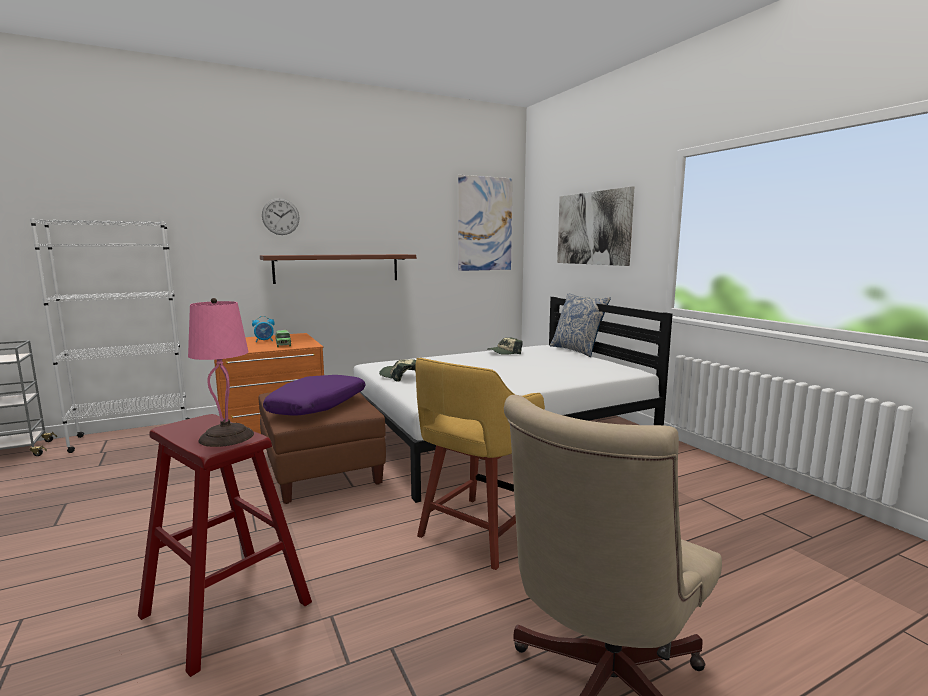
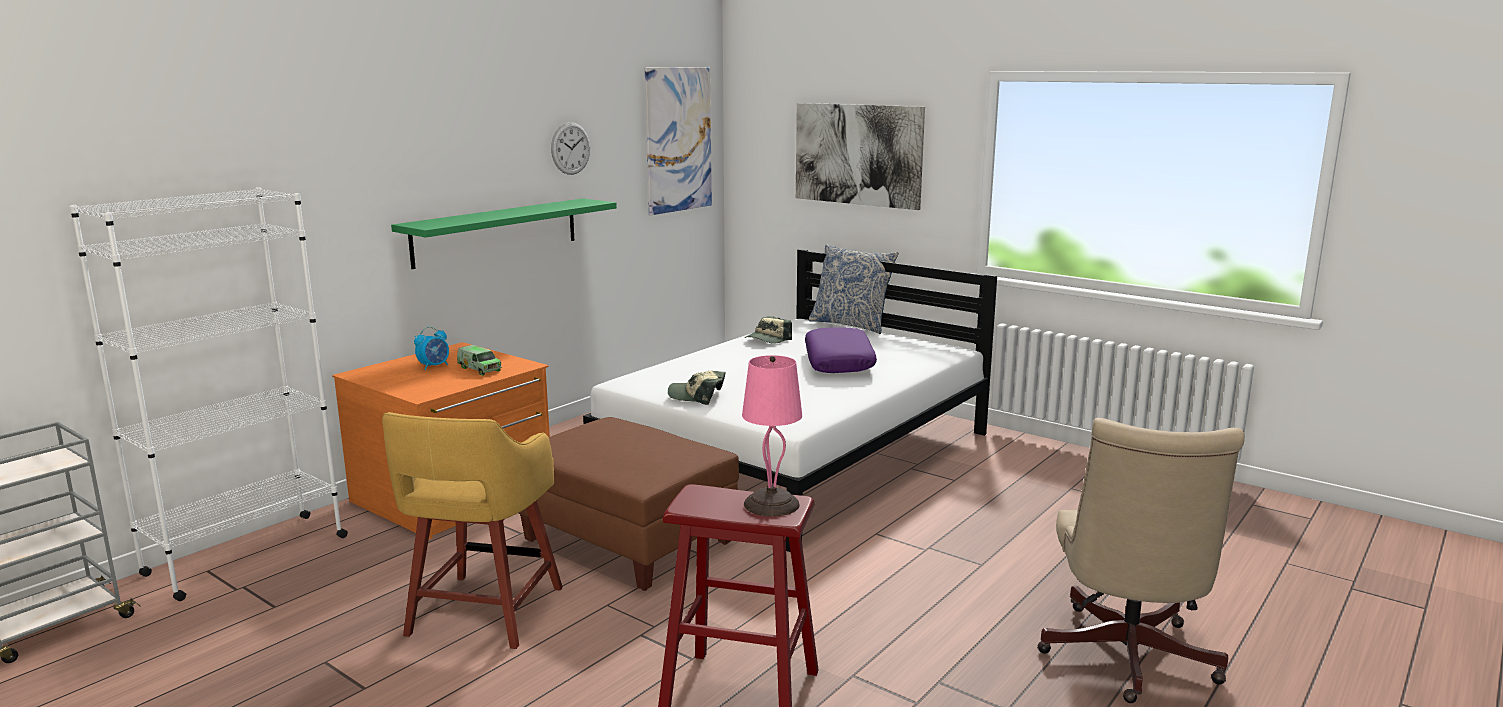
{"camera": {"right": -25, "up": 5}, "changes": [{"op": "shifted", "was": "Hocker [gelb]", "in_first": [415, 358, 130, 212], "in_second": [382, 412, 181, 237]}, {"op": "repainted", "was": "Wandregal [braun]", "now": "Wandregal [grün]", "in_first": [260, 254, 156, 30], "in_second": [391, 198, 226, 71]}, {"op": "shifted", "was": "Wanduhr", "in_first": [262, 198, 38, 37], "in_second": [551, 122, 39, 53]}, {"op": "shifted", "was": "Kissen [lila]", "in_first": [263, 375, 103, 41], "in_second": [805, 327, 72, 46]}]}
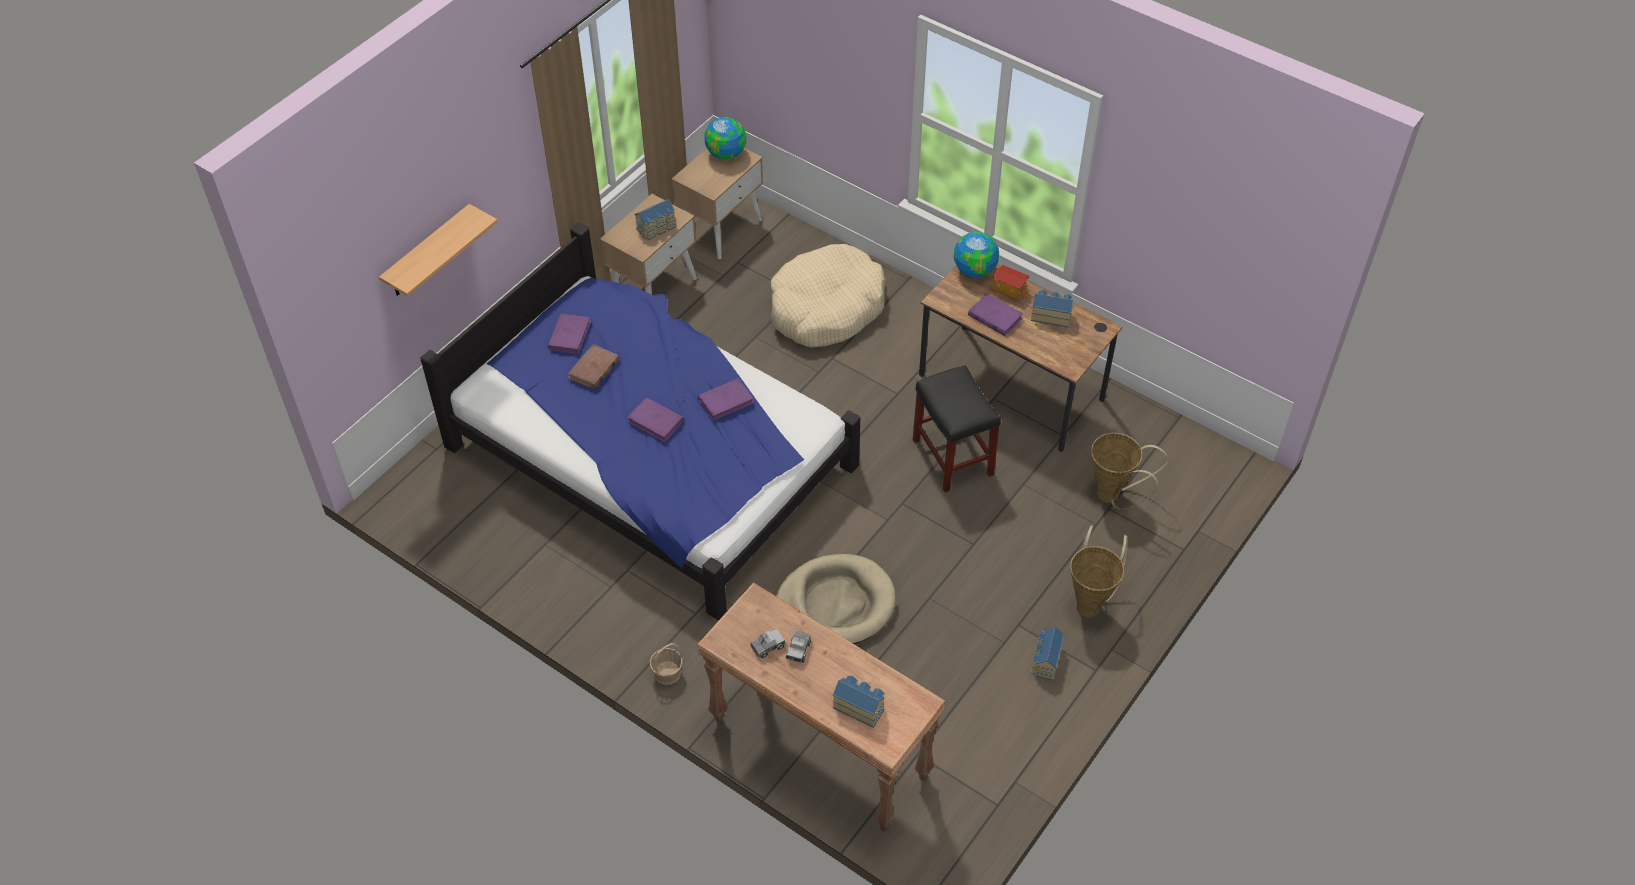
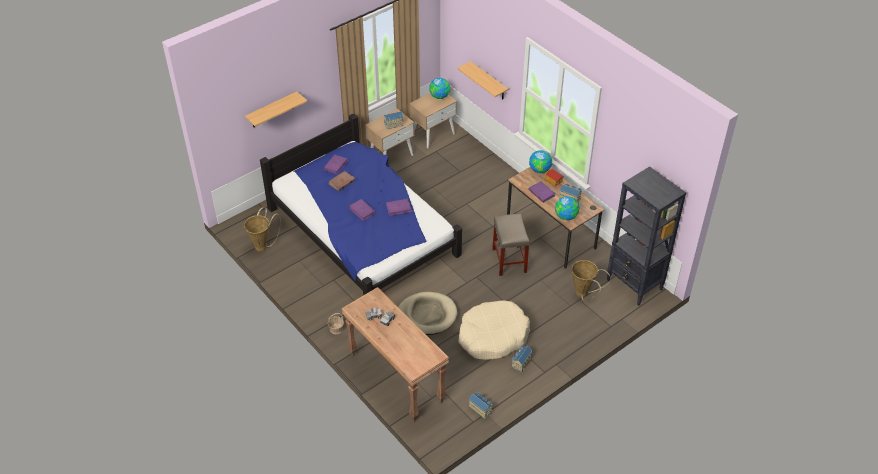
{"camera": {"right": 15, "up": -5}, "changes": [{"op": "shifted", "was": "Korb", "in_first": [1070, 526, 58, 92], "in_second": [244, 207, 37, 45]}, {"op": "new", "now": "Wandregal", "in_second": [457, 61, 51, 38]}, {"op": "shifted", "was": "Hundebett [beige]", "in_first": [771, 244, 114, 104], "in_second": [458, 300, 72, 60]}, {"op": "shifted", "was": "Spielzeughaus", "in_first": [833, 676, 52, 52], "in_second": [469, 393, 24, 26]}, {"op": "repainted", "was": "Hocker [schwarz]", "now": "Hocker [beige]", "in_first": [913, 365, 88, 127], "in_second": [492, 214, 38, 62]}, {"op": "new", "now": "Globus", "in_second": [555, 196, 24, 24]}, {"op": "new", "now": "Bücherregal [schwarz]", "in_second": [607, 166, 79, 140]}]}
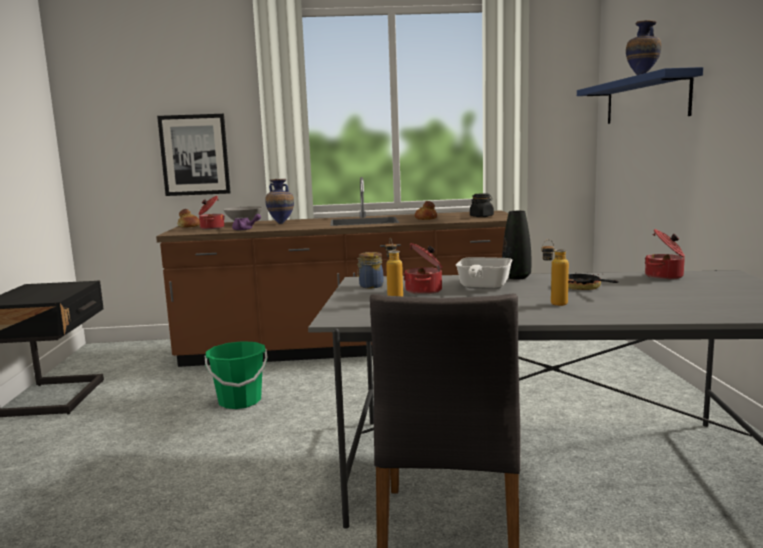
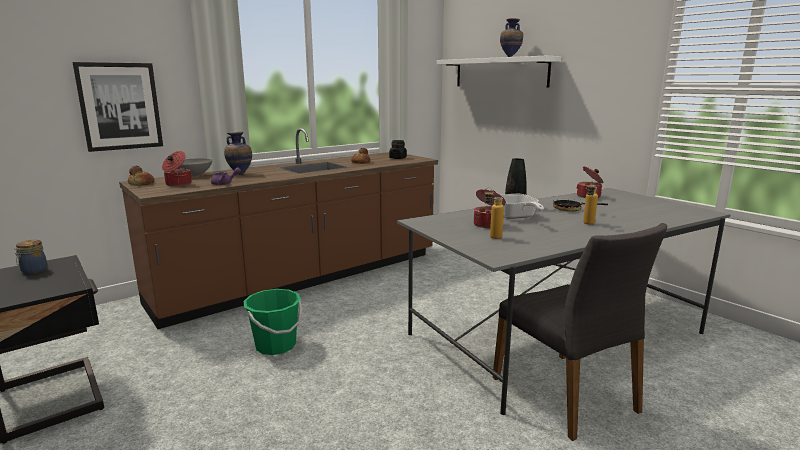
{"camera": {"right": -35, "up": 5}, "changes": [{"op": "shifted", "was": "Vorratsglas", "in_first": [357, 252, 27, 36], "in_second": [14, 240, 33, 34]}, {"op": "repainted", "was": "Wandregal [blau]", "now": "Wandregal [weiß]", "in_first": [577, 67, 126, 57], "in_second": [437, 56, 124, 32]}]}
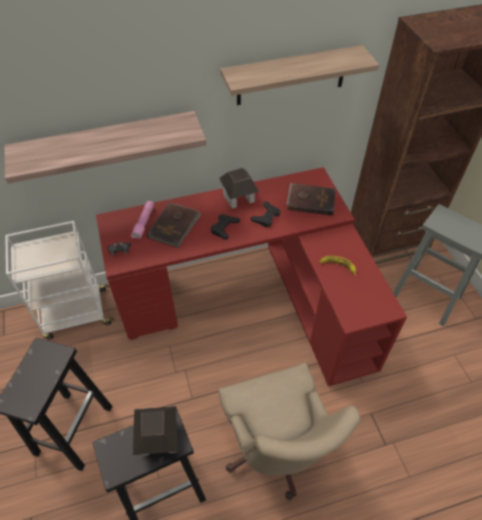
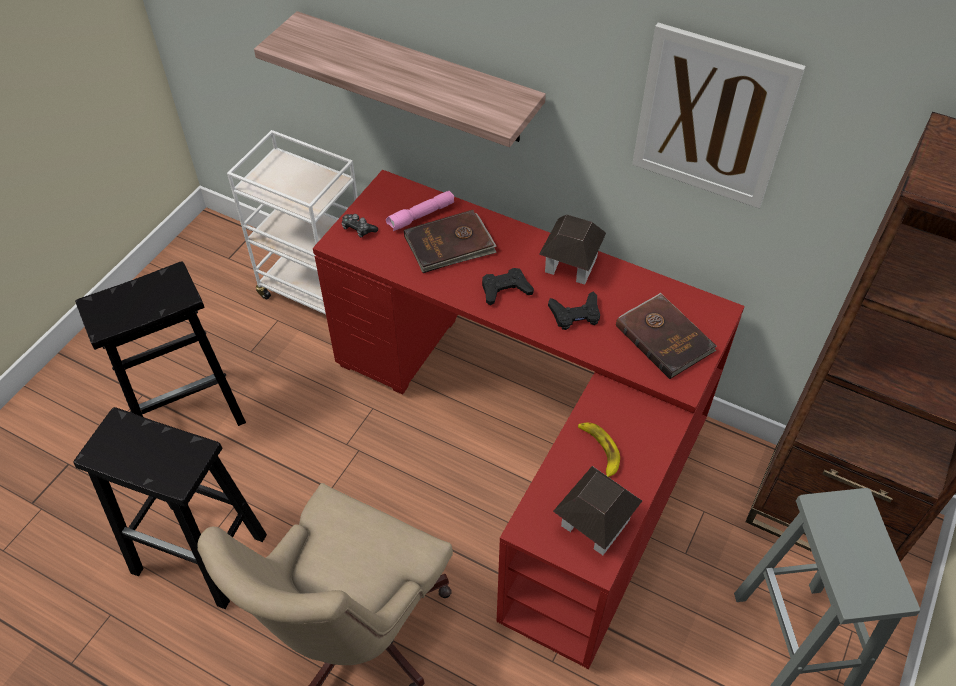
{"camera": {"right": 45, "up": 0}, "changes": [{"op": "shifted", "was": "Spielzeughaus", "in_first": [133, 406, 45, 50], "in_second": [553, 466, 89, 89]}, {"op": "swapped", "was": "Wandregal", "now": "Bild", "in_first": [220, 45, 159, 60], "in_second": [632, 23, 174, 185]}]}
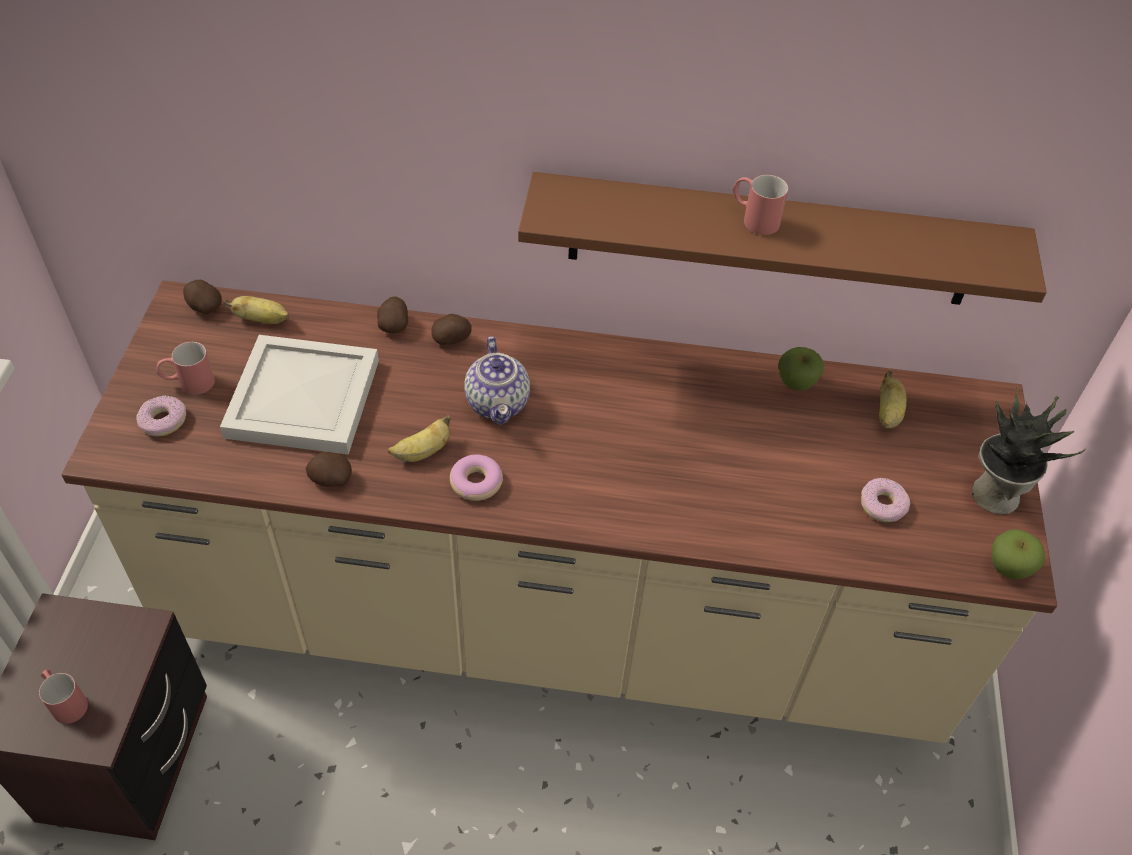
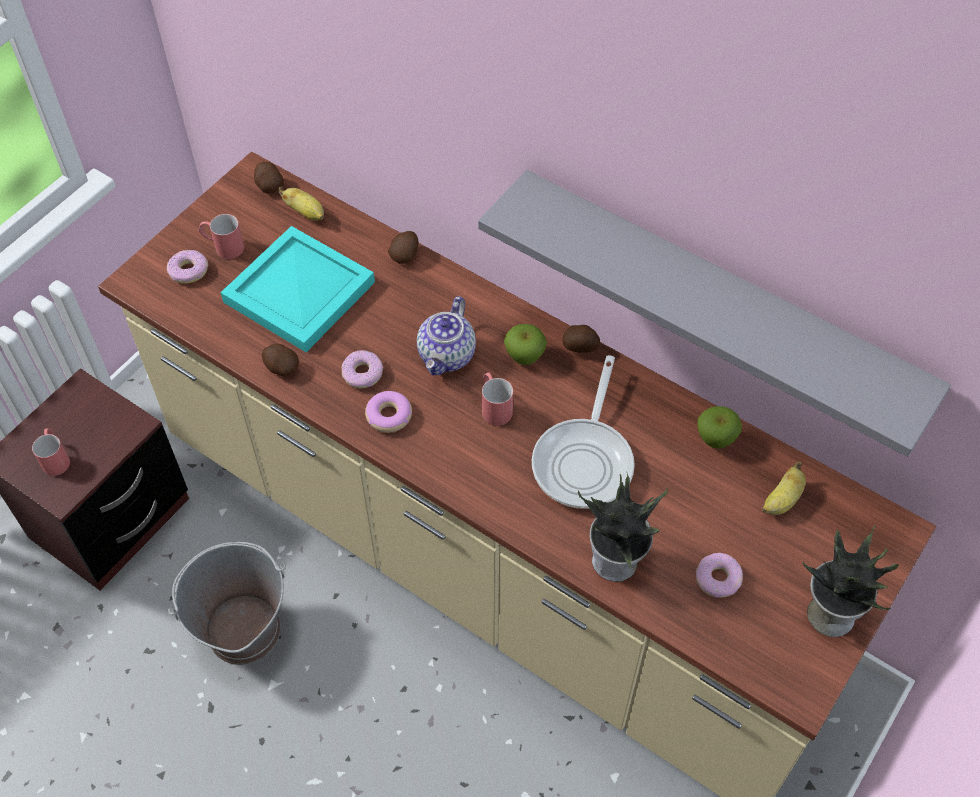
{"camera": {"right": 30, "up": 5}, "changes": [{"op": "new", "now": "Eimer [grau]", "in_second": [168, 542, 118, 123]}, {"op": "repainted", "was": "Tablett [weiß]", "now": "Tablett [türkis]", "in_first": [220, 335, 159, 120], "in_second": [220, 226, 155, 126]}, {"op": "swapped", "was": "Banane", "now": "Donut", "in_first": [387, 415, 64, 47], "in_second": [342, 350, 41, 39]}, {"op": "repainted", "was": "Wandregal [braun]", "now": "Wandregal [grau]", "in_first": [518, 172, 529, 133], "in_second": [478, 170, 473, 287]}, {"op": "shifted", "was": "Henkelbecher [rot]", "in_first": [733, 175, 55, 60], "in_second": [482, 373, 31, 53]}, {"op": "shifted", "was": "Apfel", "in_first": [992, 529, 53, 50], "in_second": [504, 324, 43, 41]}, {"op": "new", "now": "Pfanne", "in_second": [532, 355, 103, 154]}, {"op": "shifted", "was": "Kartoffel", "in_first": [431, 314, 41, 31], "in_second": [562, 325, 38, 28]}, {"op": "new", "now": "Topfpflanze", "in_second": [578, 474, 90, 108]}]}
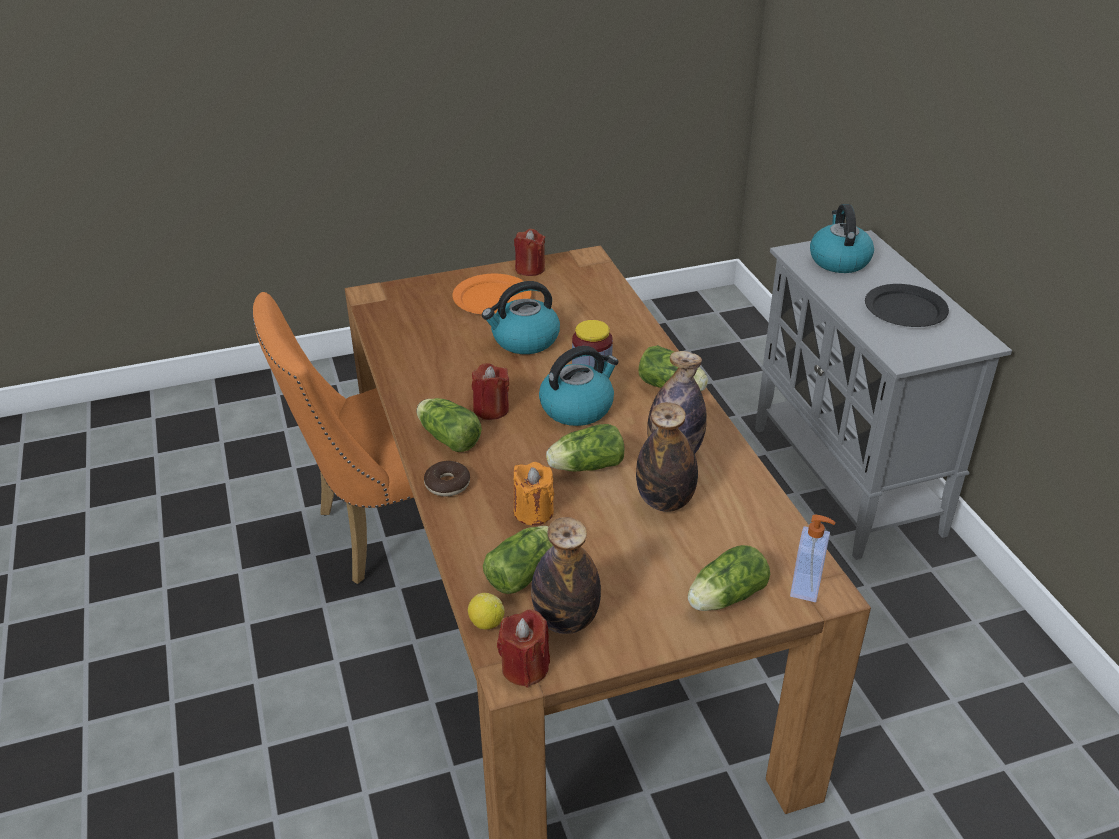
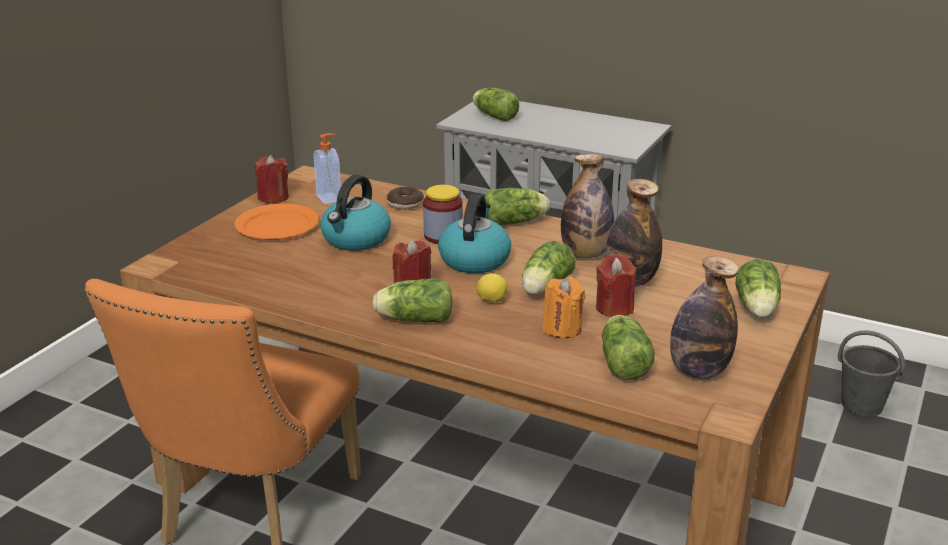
{"camera": {"right": -45, "up": -10}, "changes": [{"op": "shifted", "was": "Seifenspender", "in_first": [790, 515, 45, 87], "in_second": [313, 133, 28, 71]}, {"op": "shifted", "was": "Donut", "in_first": [424, 461, 46, 35], "in_second": [387, 187, 37, 23]}, {"op": "swapped", "was": "Wasserkessel", "now": "Salatkopf", "in_first": [810, 204, 64, 69], "in_second": [473, 88, 46, 33]}, {"op": "shifted", "was": "Zitrone", "in_first": [468, 593, 37, 37], "in_second": [477, 273, 30, 30]}, {"op": "shifted", "was": "Kerze [rot]", "in_first": [497, 609, 53, 78], "in_second": [596, 254, 40, 63]}, {"op": "new", "now": "Eimer [grau]", "in_second": [838, 330, 67, 87]}, {"op": "gone", "was": "Teller [schwarz]", "in_first": [865, 284, 84, 43]}]}
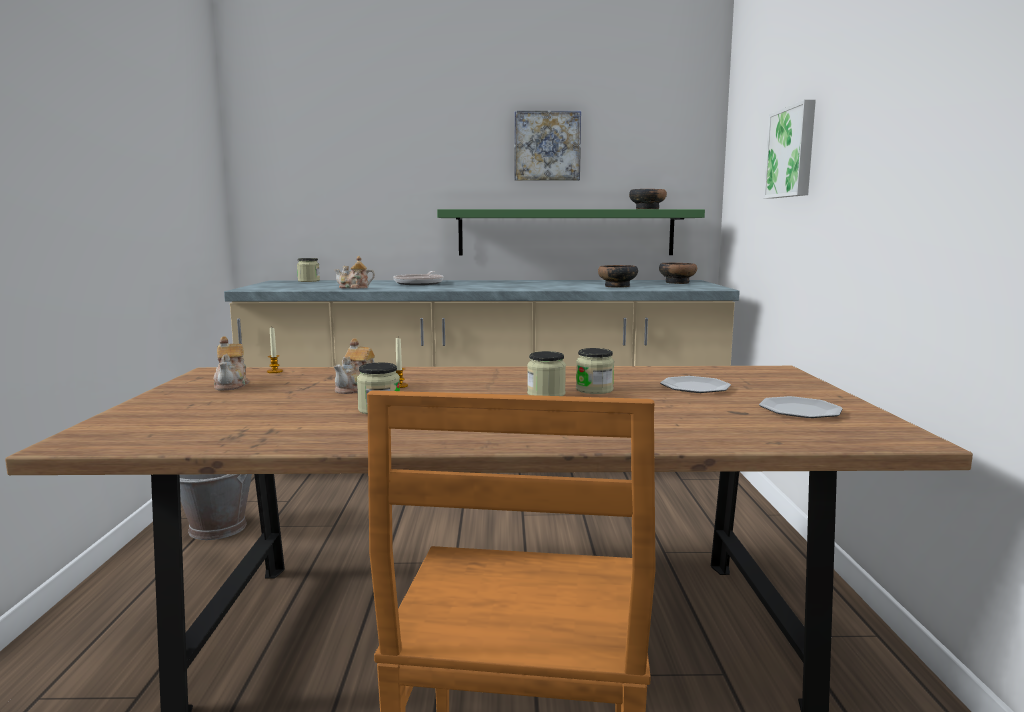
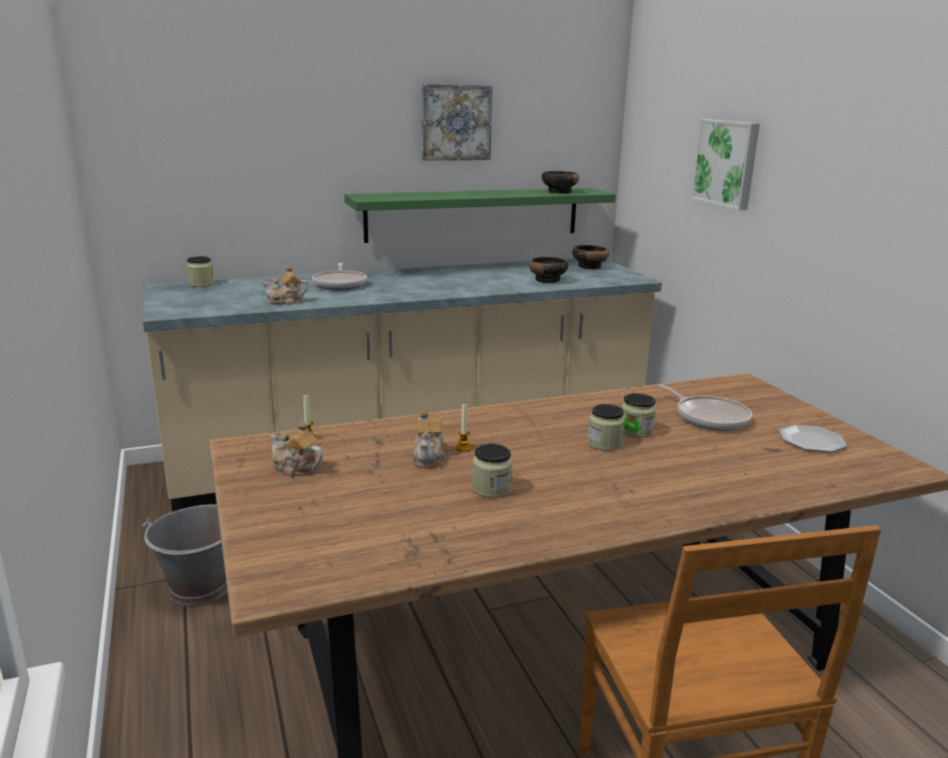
{"camera": {"right": -20, "up": 10}, "changes": [{"op": "rotated", "was": "Teekanne", "in_first": [213, 336, 36, 54], "in_second": [269, 421, 54, 56], "clockwise": 150}, {"op": "swapped", "was": "Teller", "now": "Pfanne", "in_first": [660, 376, 71, 17], "in_second": [658, 384, 94, 46]}]}
